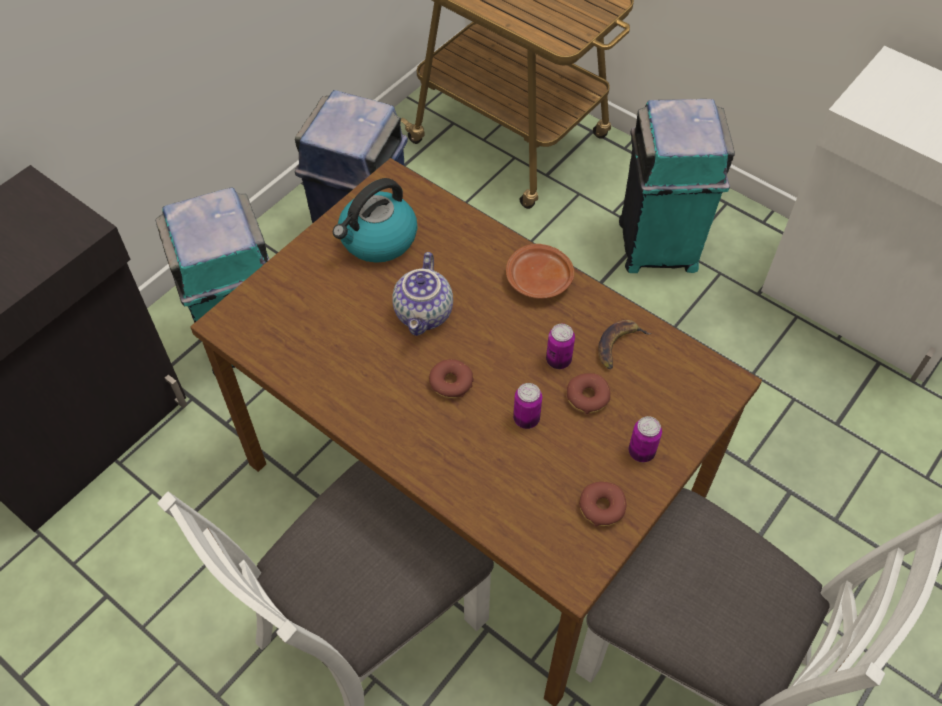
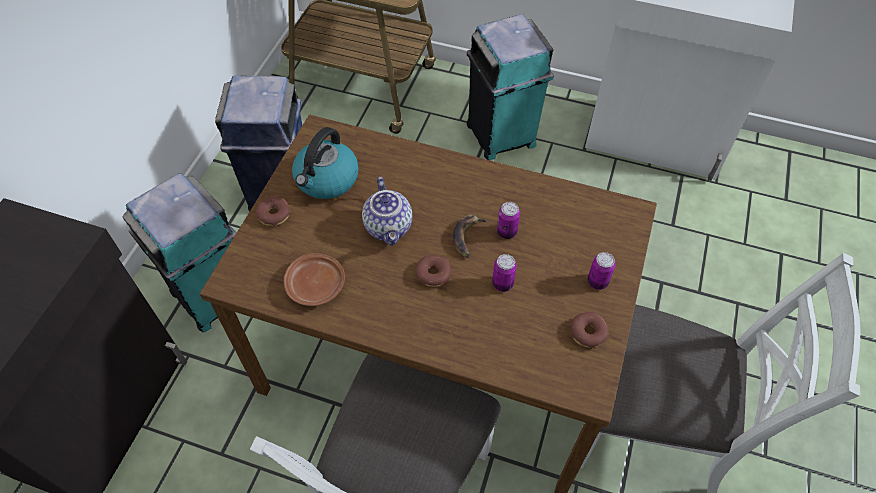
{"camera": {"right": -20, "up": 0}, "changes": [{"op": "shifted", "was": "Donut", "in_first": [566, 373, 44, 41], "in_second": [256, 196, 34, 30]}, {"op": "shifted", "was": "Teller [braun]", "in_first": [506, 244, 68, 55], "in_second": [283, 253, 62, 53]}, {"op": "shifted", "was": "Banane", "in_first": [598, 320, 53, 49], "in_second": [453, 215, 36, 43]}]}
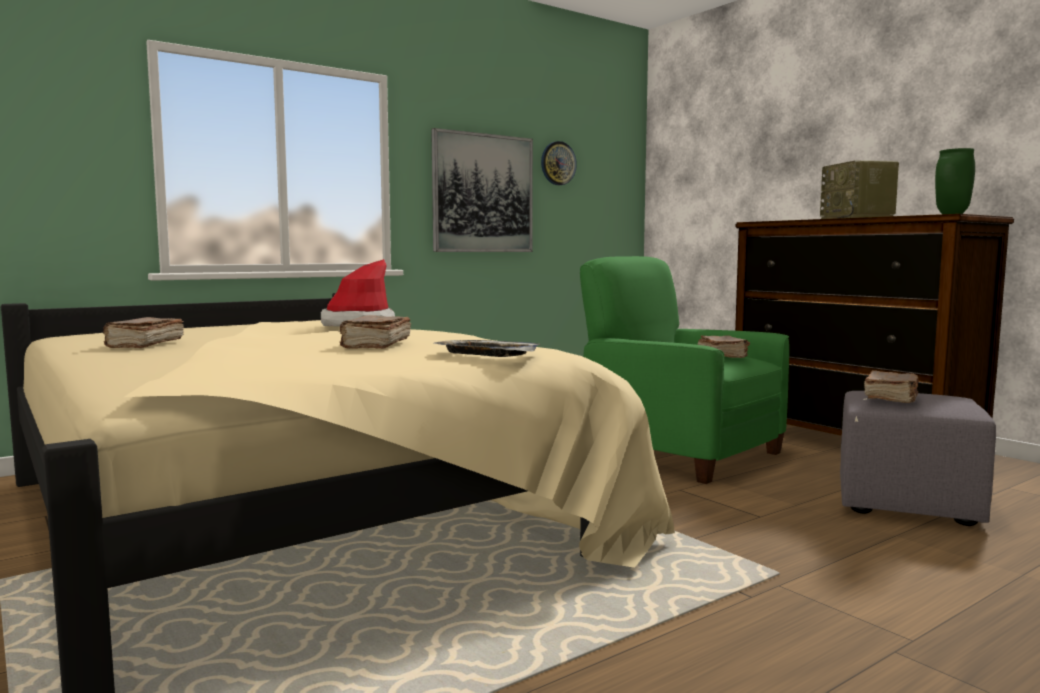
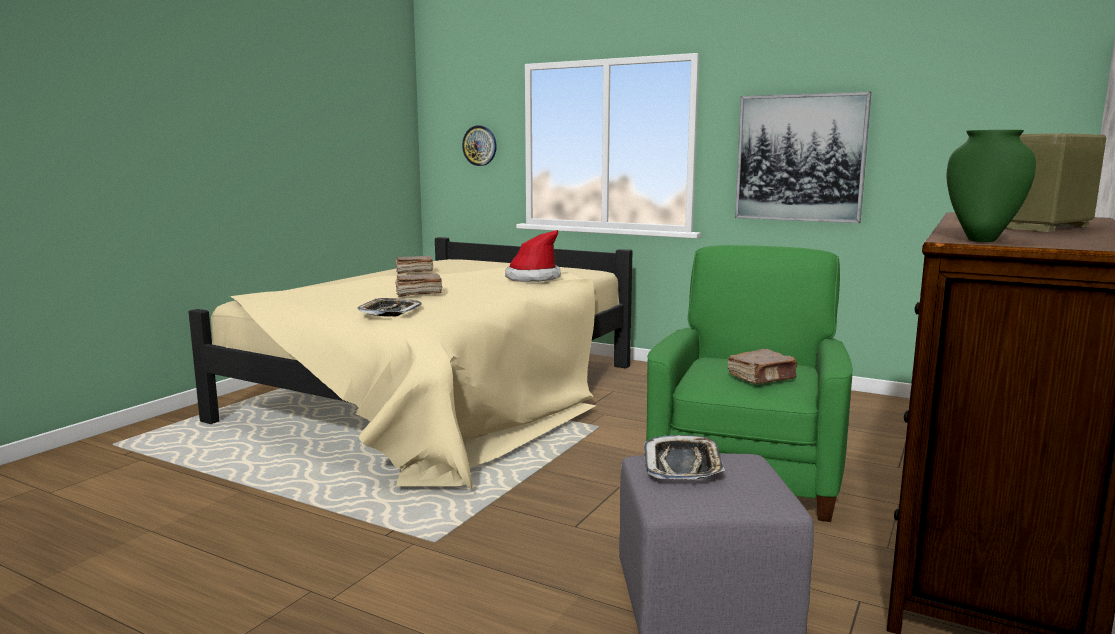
{"camera": {"right": 65, "up": 5}, "changes": [{"op": "shifted", "was": "Wanduhr", "in_first": [541, 141, 36, 44], "in_second": [462, 126, 35, 40]}, {"op": "swapped", "was": "Buch [braun]", "now": "Tablett", "in_first": [864, 370, 55, 33], "in_second": [644, 435, 81, 45]}]}
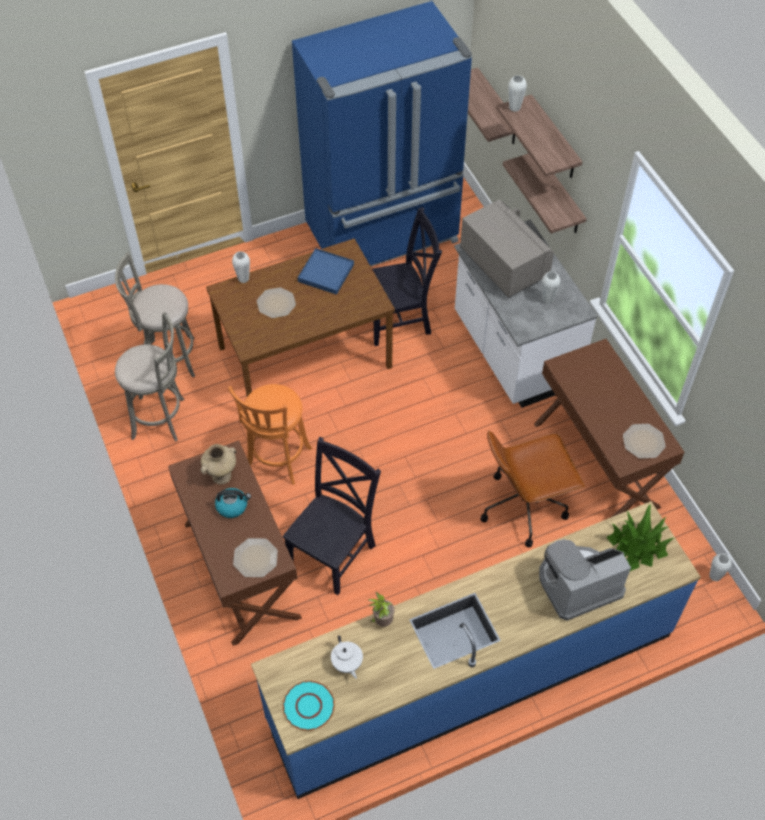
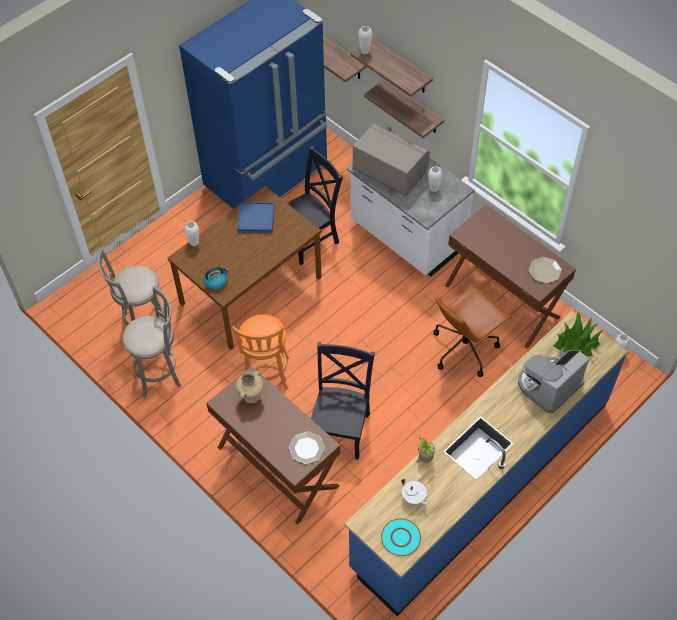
{"camera": {"right": -20, "up": 0}, "changes": [{"op": "shifted", "was": "Wasserkessel", "in_first": [215, 488, 36, 30], "in_second": [203, 267, 26, 23]}, {"op": "gone", "was": "Teller", "in_first": [257, 287, 39, 31]}]}
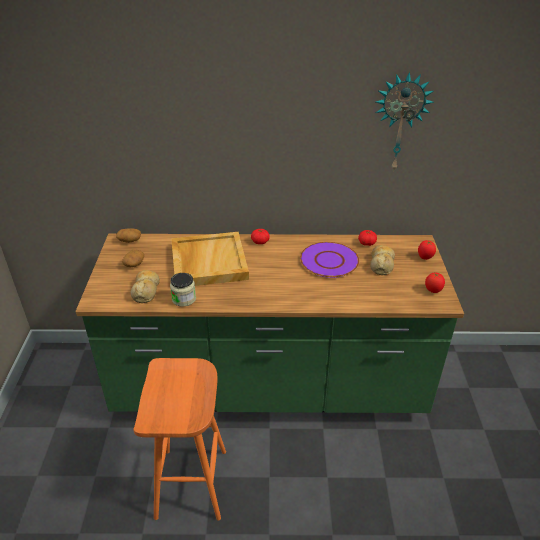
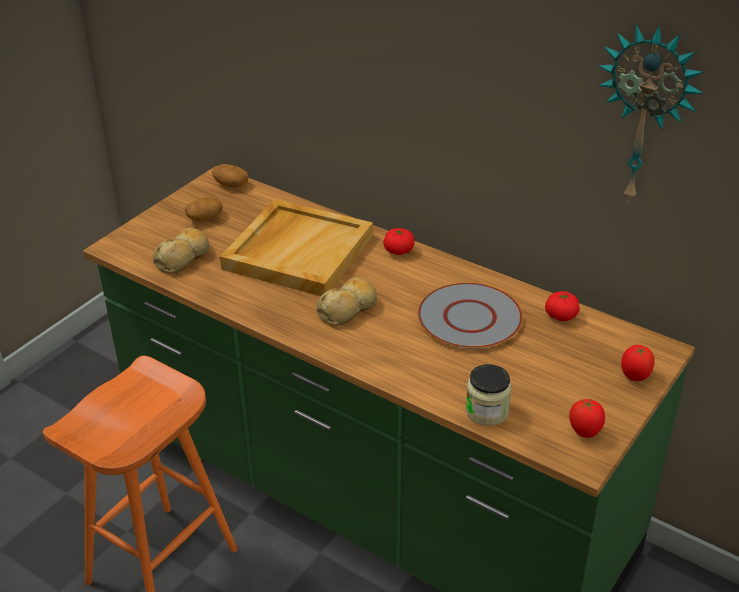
{"camera": {"right": 35, "up": 0}, "changes": [{"op": "shifted", "was": "Brot", "in_first": [370, 245, 25, 30], "in_second": [316, 277, 61, 48]}, {"op": "repainted", "was": "Teller [lila]", "now": "Teller [grau]", "in_first": [300, 242, 59, 36], "in_second": [418, 283, 105, 66]}, {"op": "shifted", "was": "Vorratsglas", "in_first": [170, 273, 26, 34], "in_second": [466, 364, 46, 61]}]}
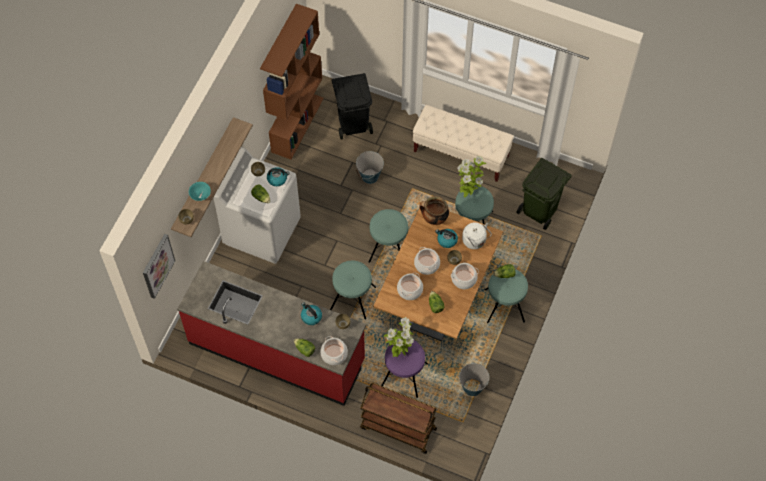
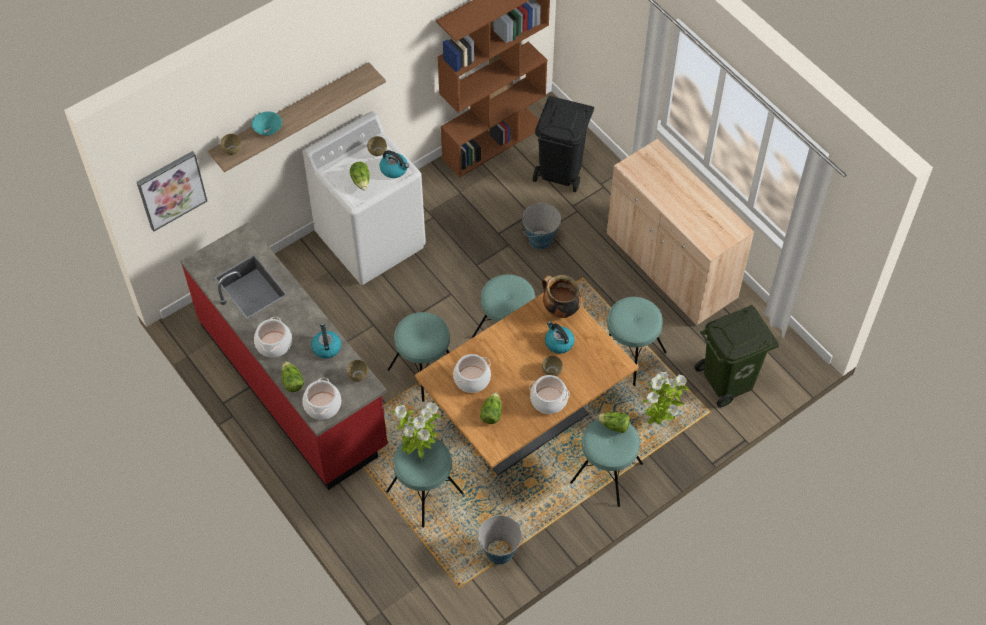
{"camera": {"right": 30, "up": -5}, "changes": [{"op": "shifted", "was": "Kochtopf", "in_first": [414, 247, 26, 28], "in_second": [254, 317, 38, 41]}, {"op": "repainted", "was": "Hocker [lila]", "now": "Hocker [türkis]", "in_first": [381, 340, 47, 58], "in_second": [386, 437, 77, 91]}, {"op": "swapped", "was": "Bank [beige]", "now": "Schrank [beige]", "in_first": [413, 105, 101, 77], "in_second": [607, 139, 147, 186]}, {"op": "shifted", "was": "Topfpflanze", "in_first": [457, 156, 29, 41], "in_second": [643, 372, 47, 53]}, {"op": "gone", "was": "Rollwagen [braun]", "in_first": [360, 383, 77, 71]}, {"op": "gone", "was": "Wasserkessel [weiß]", "in_first": [462, 222, 30, 27]}]}
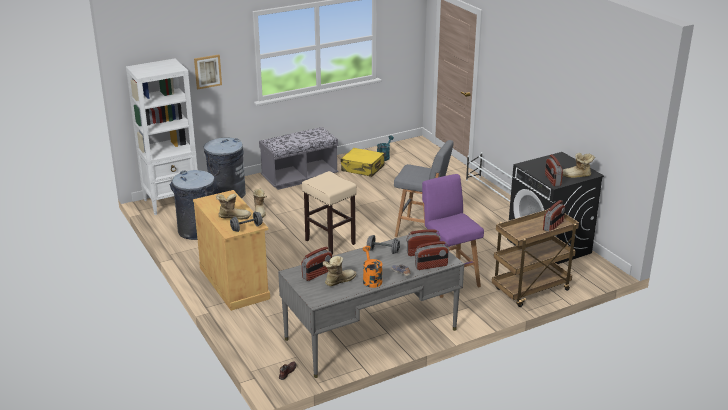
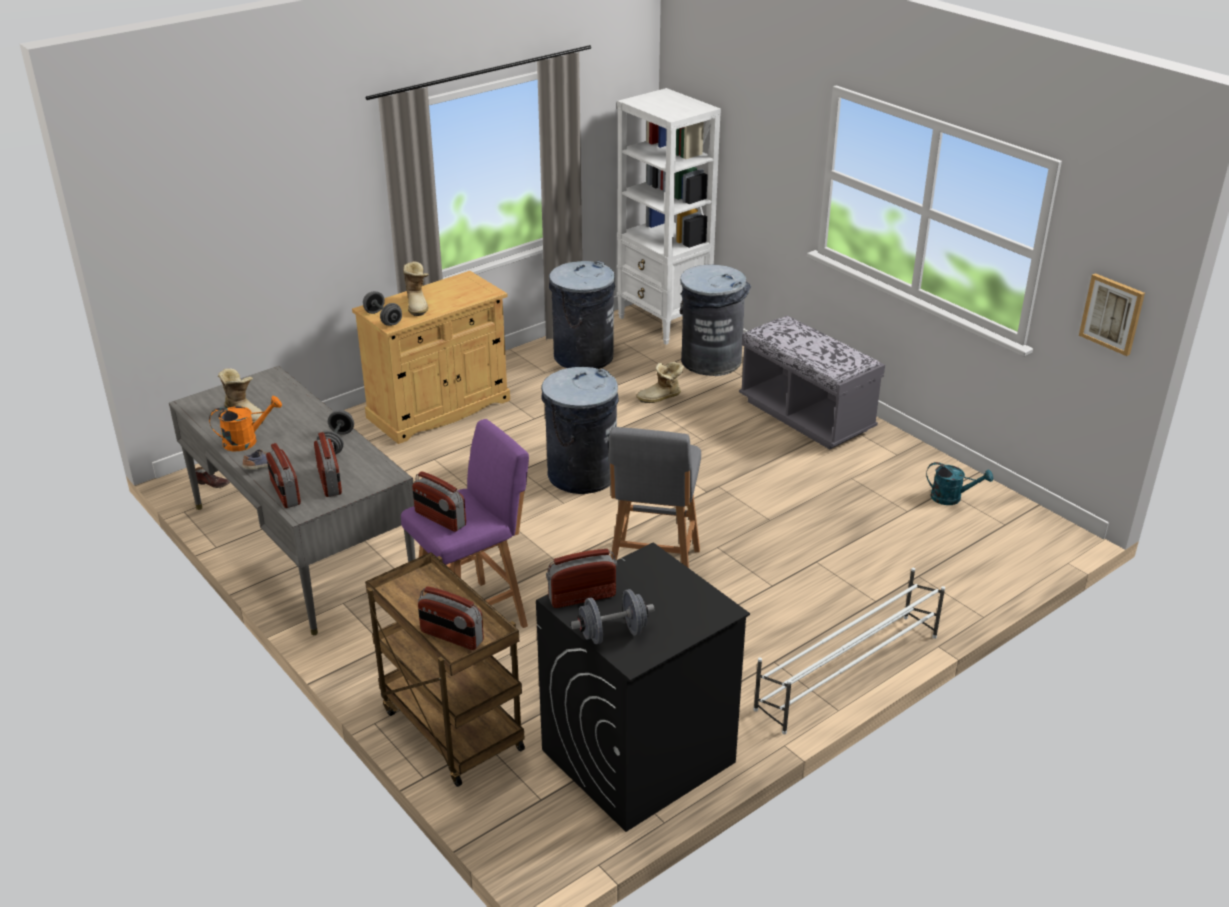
{"camera": {"right": 80, "up": 5}, "changes": [{"op": "shifted", "was": "Radio", "in_first": [302, 246, 30, 35], "in_second": [412, 471, 54, 61]}, {"op": "swapped", "was": "Hocker [beige]", "now": "Mülleimer [grau]", "in_first": [302, 171, 54, 84], "in_second": [541, 367, 78, 127]}, {"op": "swapped", "was": "Stiefel", "now": "Hantel [grau]", "in_first": [563, 153, 32, 25], "in_second": [571, 589, 83, 55]}, {"op": "shifted", "was": "Bild", "in_first": [194, 54, 28, 35], "in_second": [1079, 273, 66, 83]}, {"op": "gone", "was": "Koffer [gelb]", "in_first": [341, 148, 44, 29]}]}
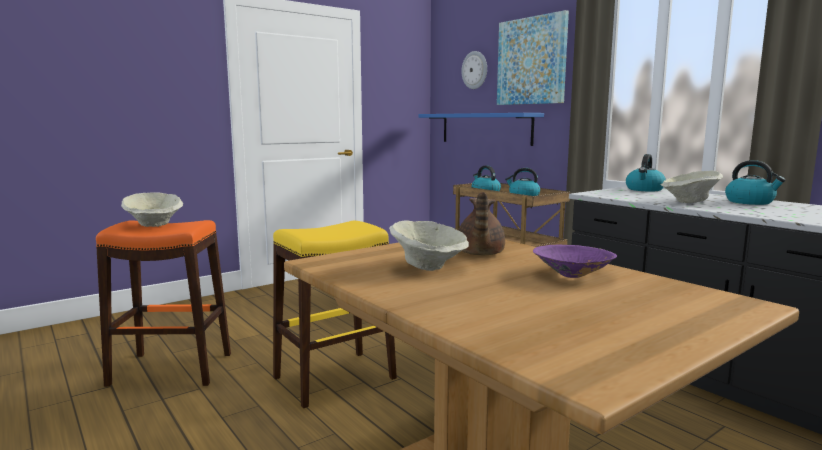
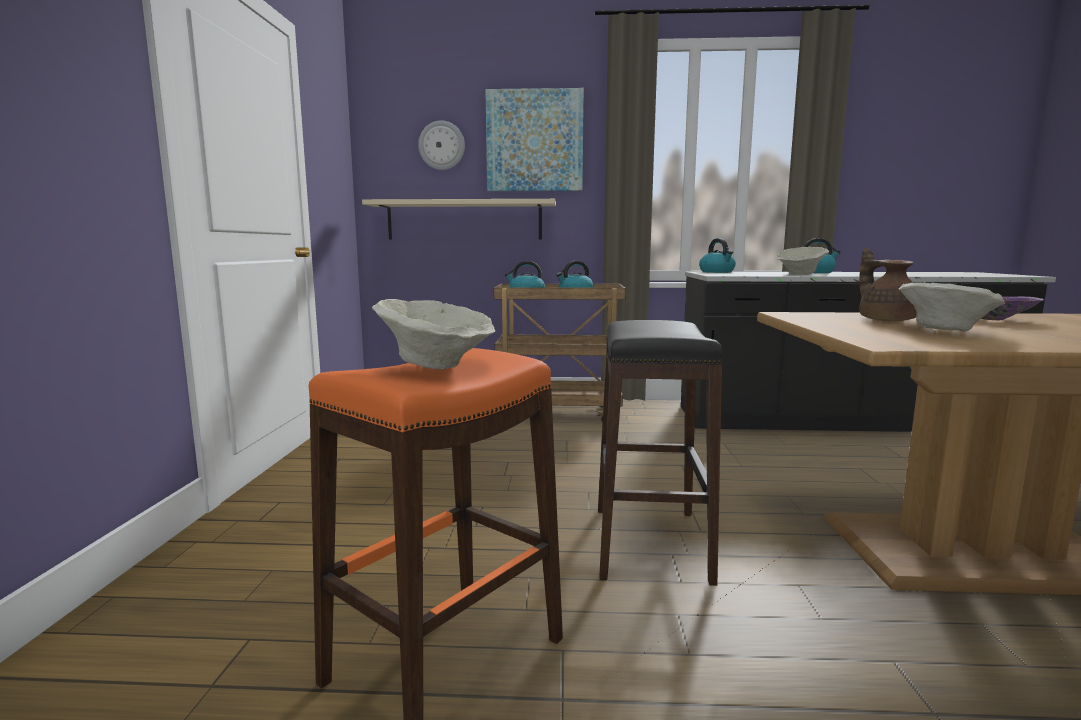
{"camera": {"right": -50, "up": 0}, "changes": [{"op": "repainted", "was": "Wandregal [blau]", "now": "Wandregal [beige]", "in_first": [419, 113, 125, 33], "in_second": [362, 199, 194, 41]}, {"op": "repainted", "was": "Hocker [gelb]", "now": "Hocker [schwarz]", "in_first": [273, 221, 124, 187], "in_second": [598, 320, 125, 266]}, {"op": "rotated", "was": "Teekanne [braun]", "in_first": [458, 192, 47, 63], "in_second": [859, 247, 58, 74], "clockwise": -150}]}
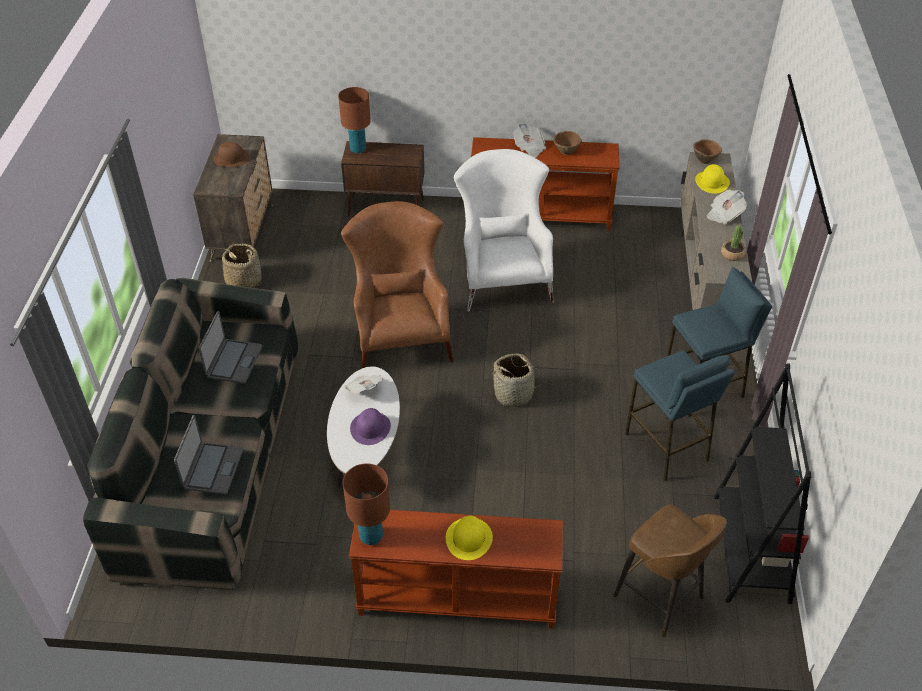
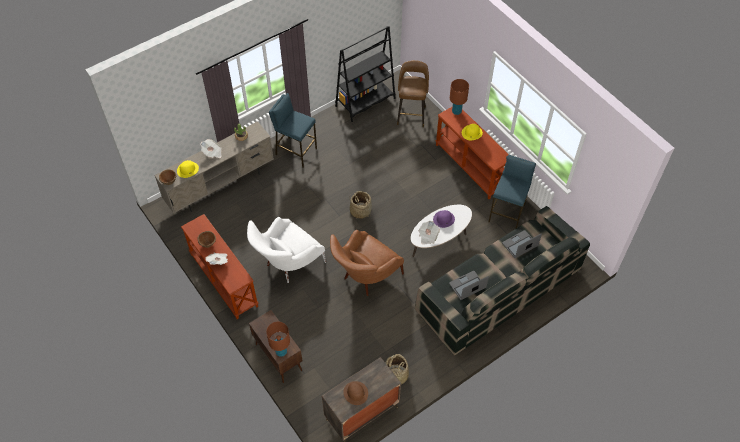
{"camera": {"right": -130, "up": 10}, "changes": [{"op": "shifted", "was": "Tischlampe [braun]", "in_first": [343, 463, 47, 82], "in_second": [450, 79, 19, 36]}, {"op": "shifted", "was": "Hocker [blau]", "in_first": [625, 350, 110, 131], "in_second": [489, 155, 47, 74]}]}
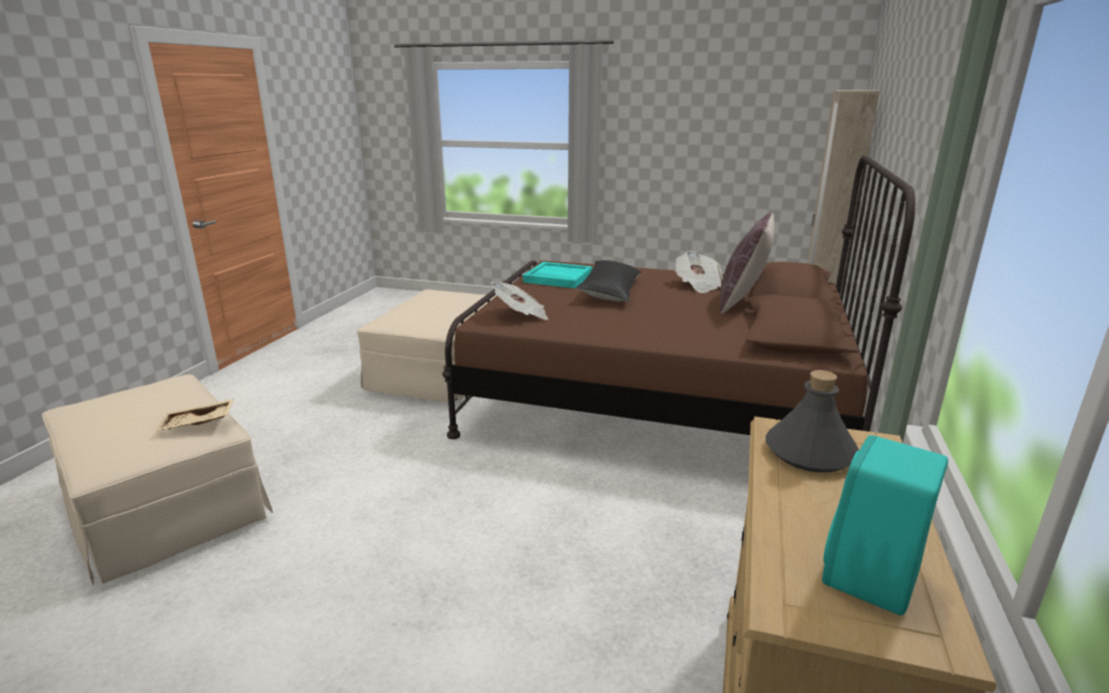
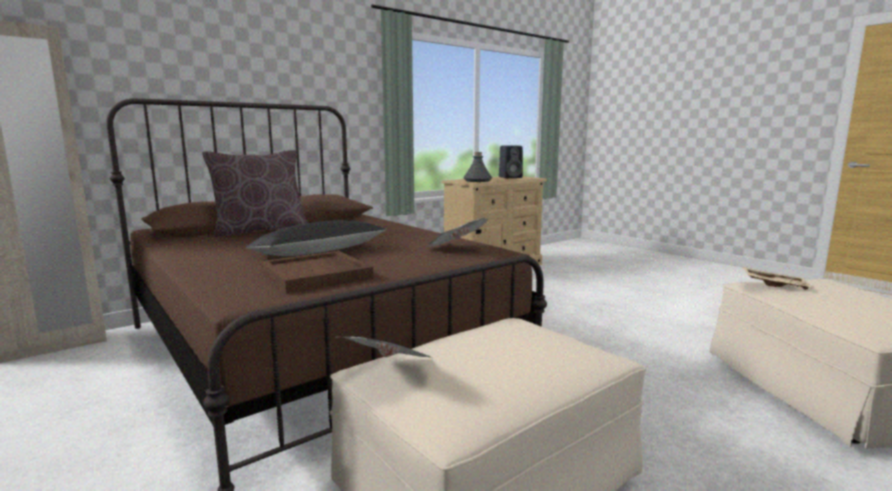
{"camera": {"right": -145, "up": -10}, "changes": [{"op": "repainted", "was": "Tablett [türkis]", "now": "Tablett [braun]", "in_first": [523, 262, 70, 26], "in_second": [260, 251, 114, 43]}, {"op": "shifted", "was": "Zeitung", "in_first": [676, 251, 47, 42], "in_second": [343, 337, 88, 21]}, {"op": "repainted", "was": "Lautsprecher [türkis]", "now": "Lautsprecher [schwarz]", "in_first": [822, 435, 126, 180], "in_second": [499, 145, 24, 33]}]}
